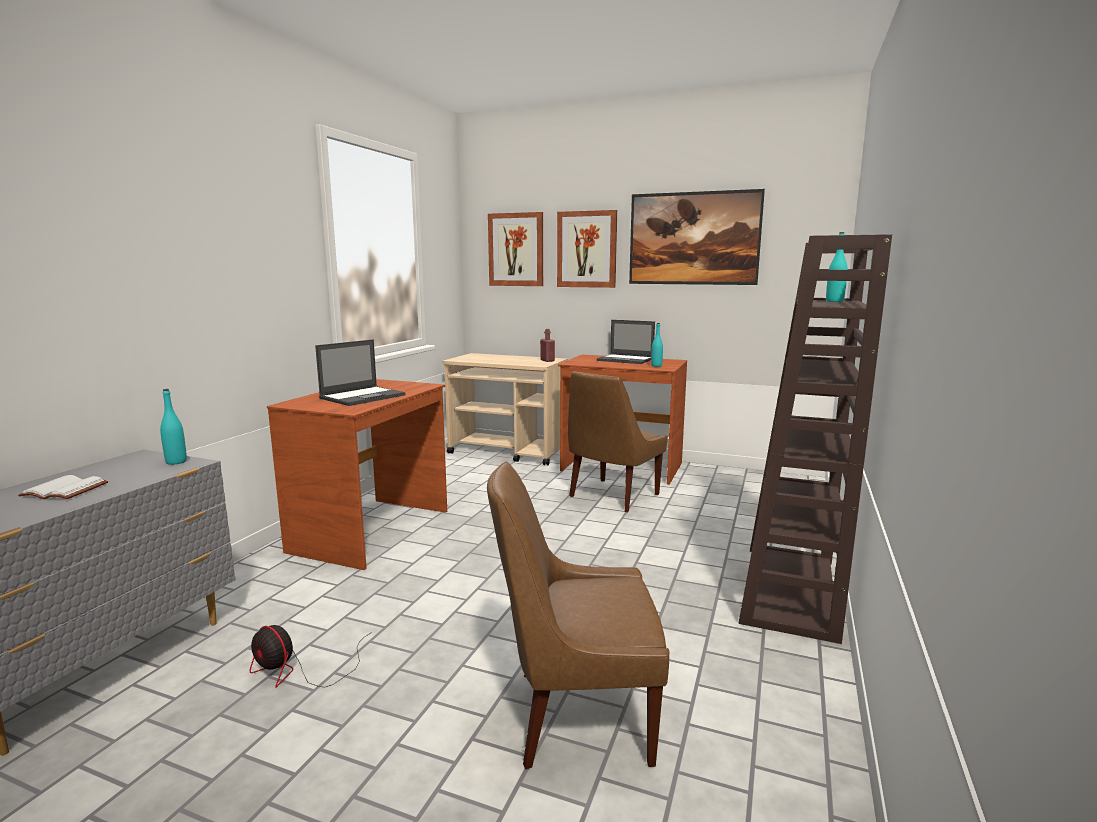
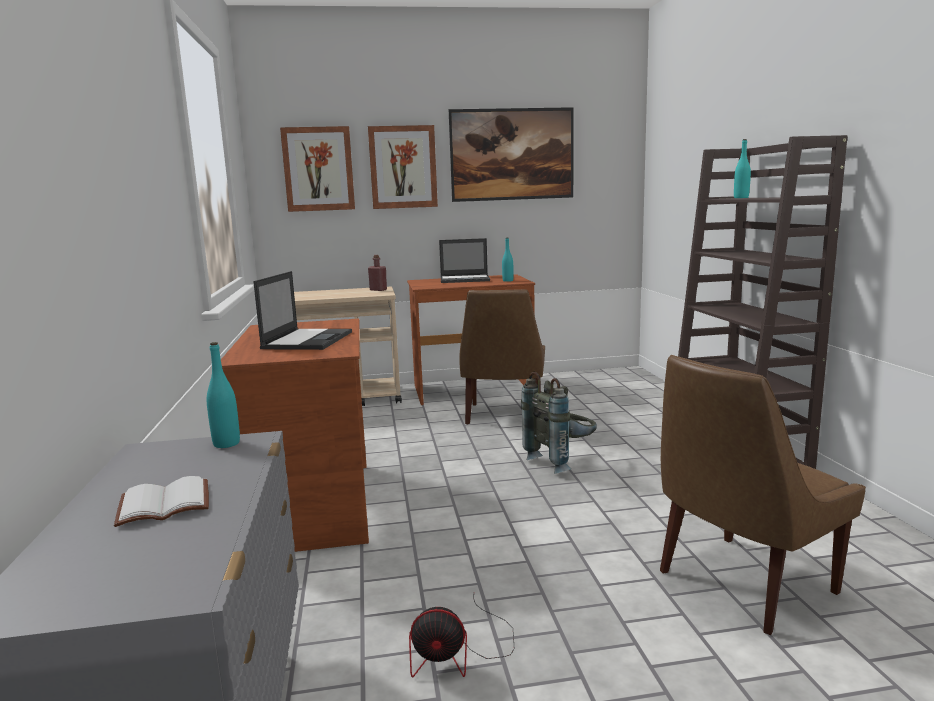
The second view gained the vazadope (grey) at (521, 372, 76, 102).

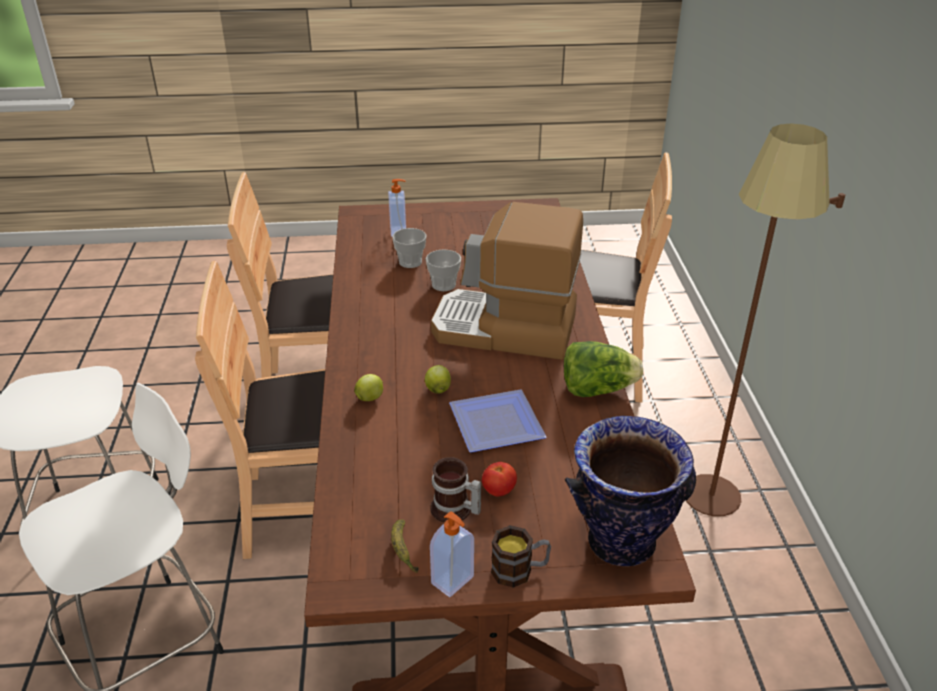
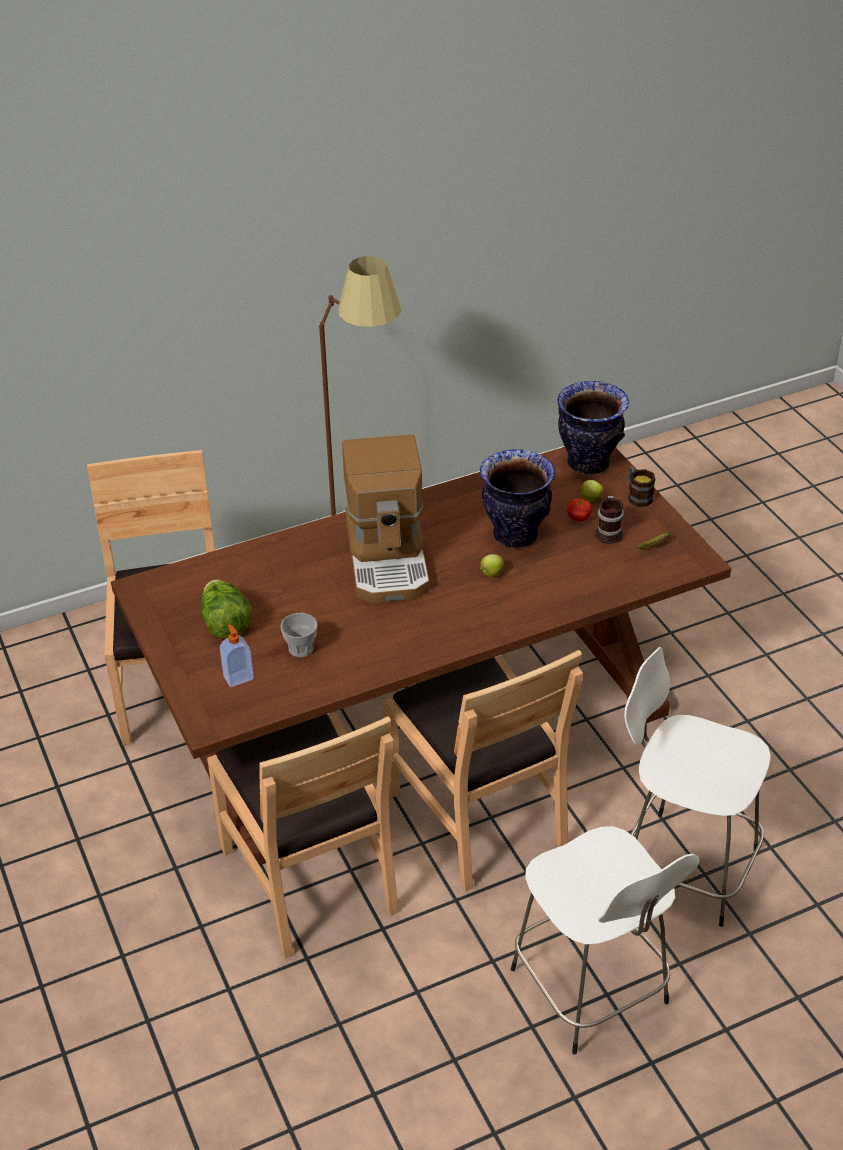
The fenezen ended up elsewhere, having gone from (564, 341, 79, 56) to (201, 580, 51, 59).
Where the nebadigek stood at (449, 389, 97, 64), the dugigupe came to stand at (480, 449, 75, 99).
The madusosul ended up elsewhere, having gone from (354, 374, 29, 27) to (581, 480, 23, 22).
The second view lost the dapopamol at (426, 249, 35, 42).
The second view lost the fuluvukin at (430, 511, 44, 86).

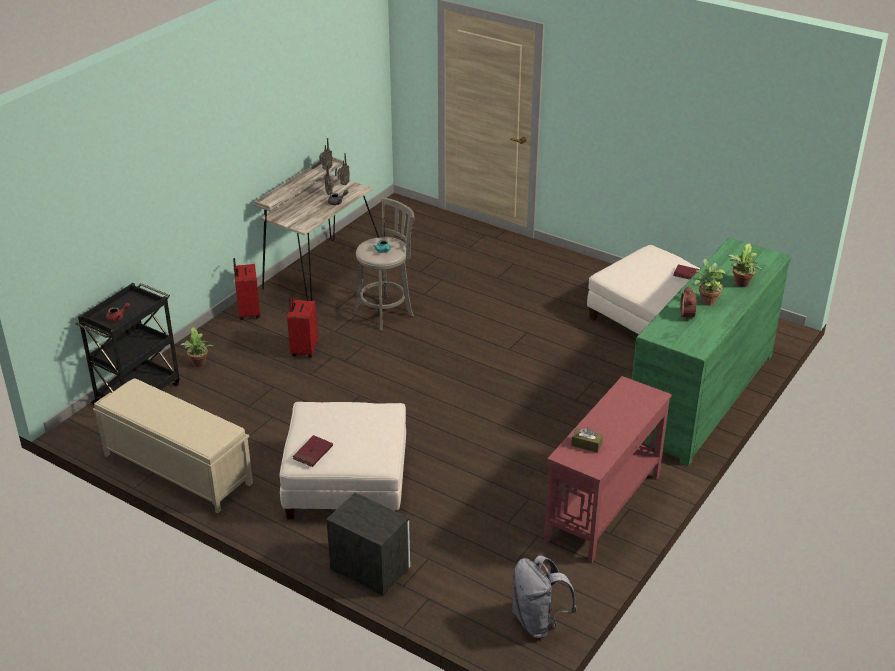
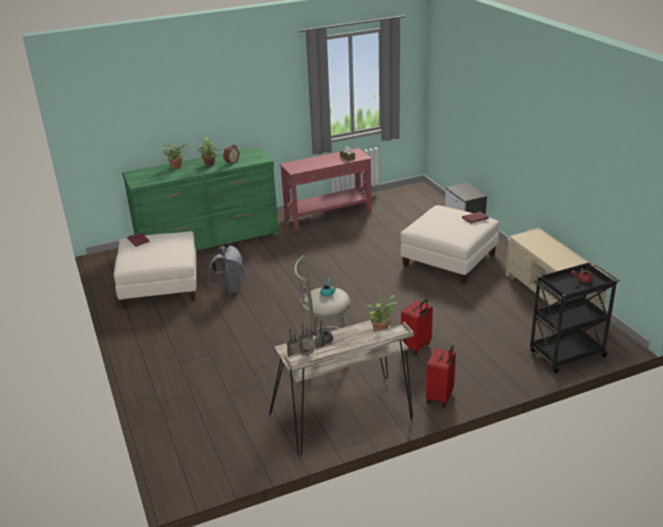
The vazadope (grey) ended up elsewhere, having gone from (512, 555, 65, 83) to (208, 246, 36, 49).
The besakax ended up elsewhere, having gone from (180, 327, 33, 40) to (366, 295, 32, 37).

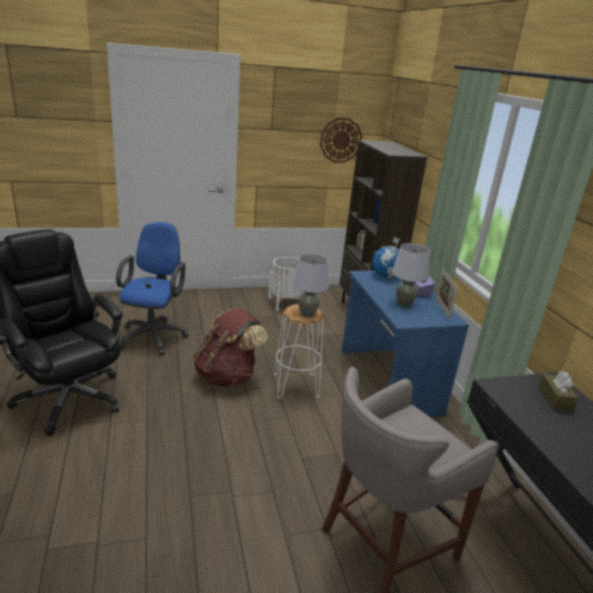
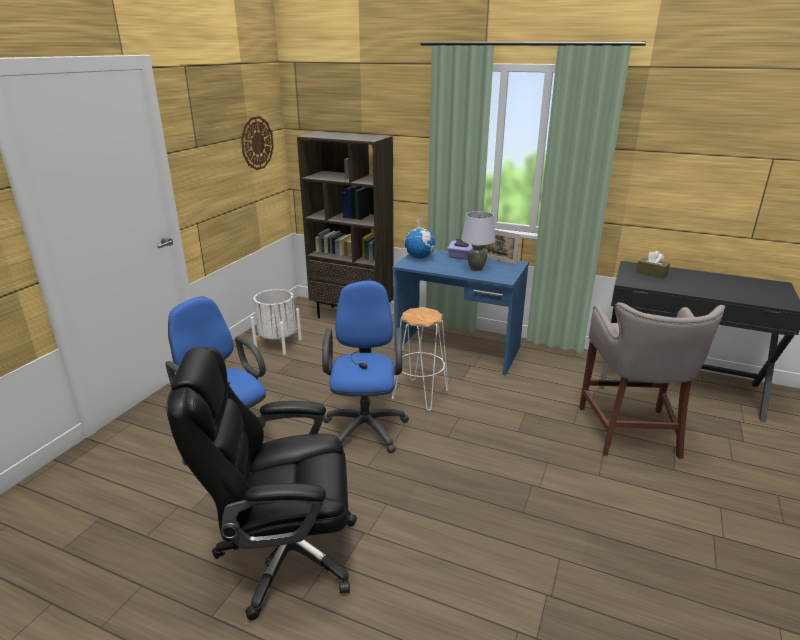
Where the vazadope (brown) stood at (193, 308, 75, 79), the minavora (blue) came to stand at (322, 280, 87, 173).
The second view lost the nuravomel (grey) at (293, 254, 36, 63).

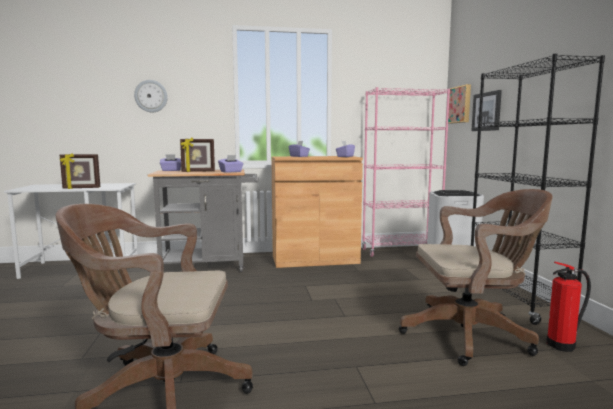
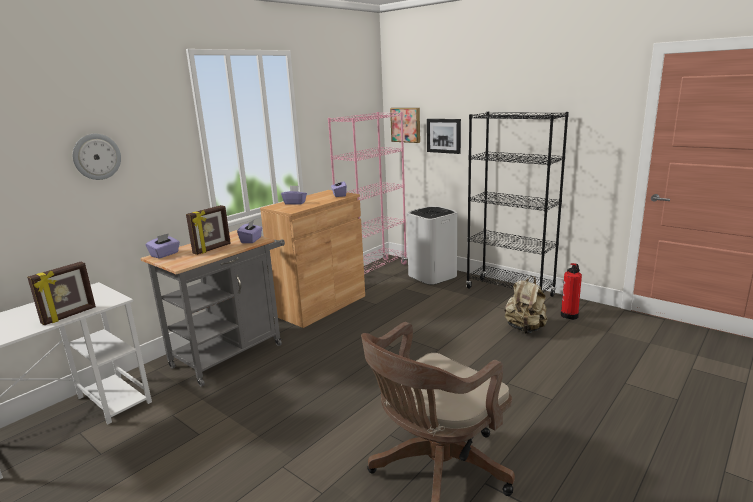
Where the minavora (brown) stood at (399, 189, 154, 177), the vazadope (beige) came to stand at (505, 276, 43, 58).

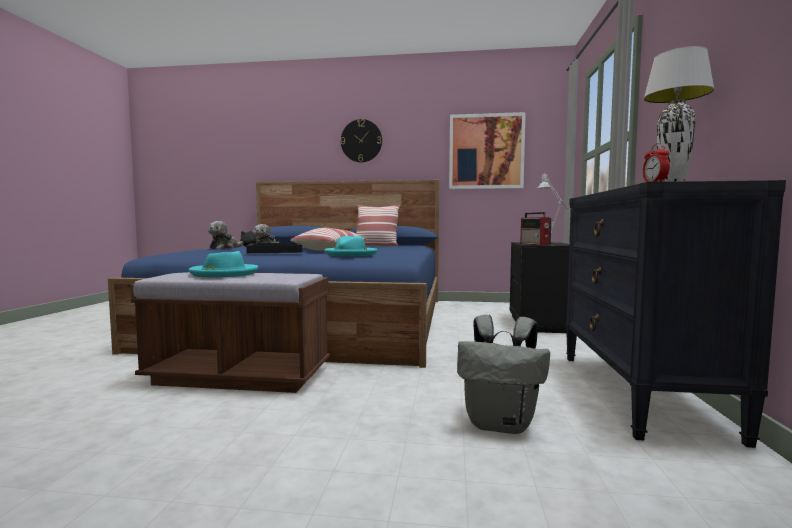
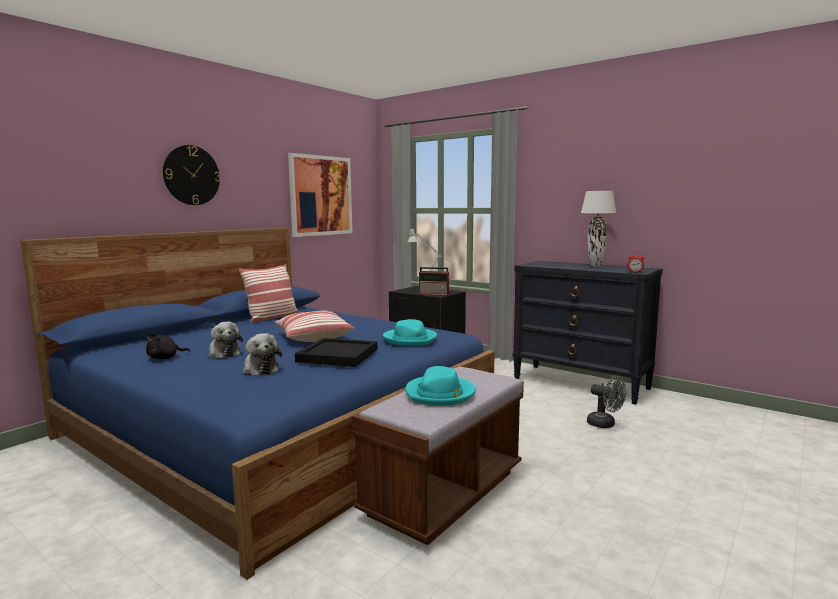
Where the vazadope (grey) stood at (457, 315, 93, 119), the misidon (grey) came to stand at (587, 377, 39, 51).

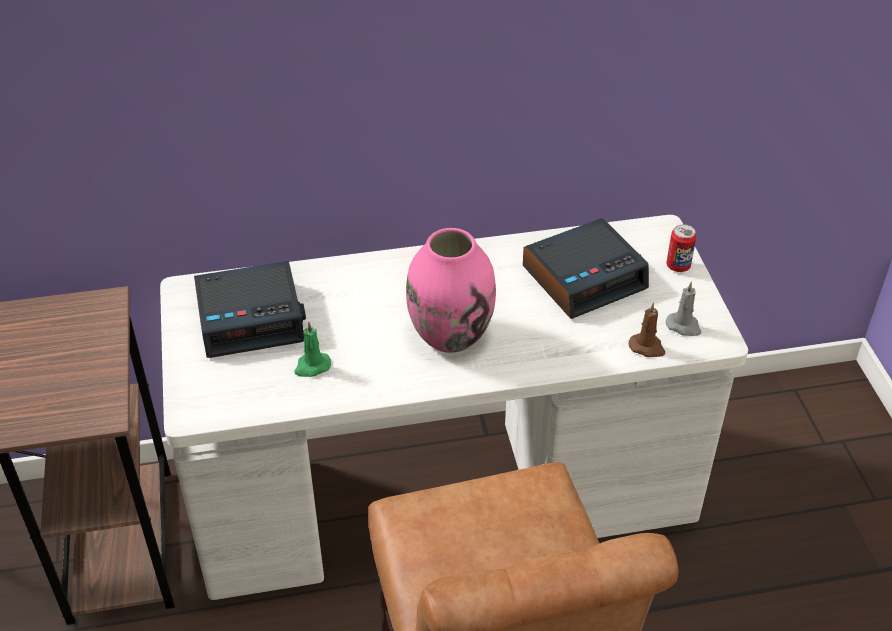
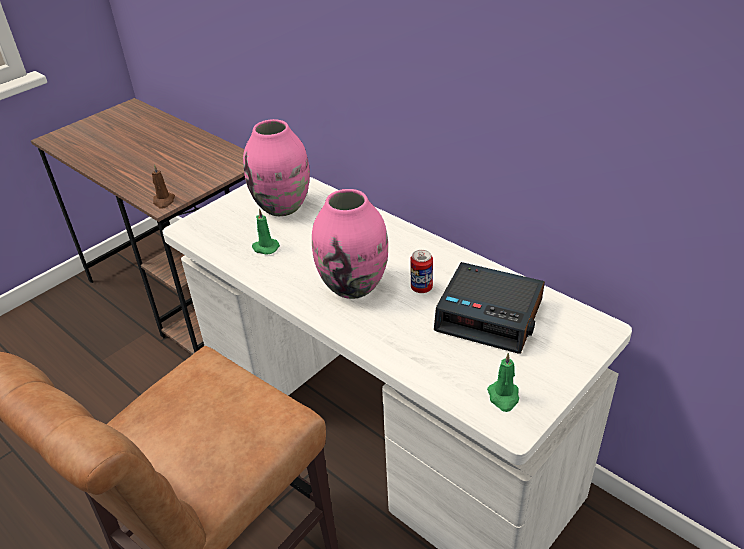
The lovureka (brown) ended up elsewhere, having gone from (629, 302, 36, 55) to (152, 164, 23, 45).
Where the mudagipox stood at (194, 261, 112, 97), the dugigupe (pink) came to stand at (243, 119, 67, 97).
The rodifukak ended up elsewhere, having gone from (666, 224, 31, 48) to (410, 250, 23, 43).
What was the lovureka (grey) at (666, 281, 35, 55) turned into the lovureka (green) at (487, 353, 32, 59).

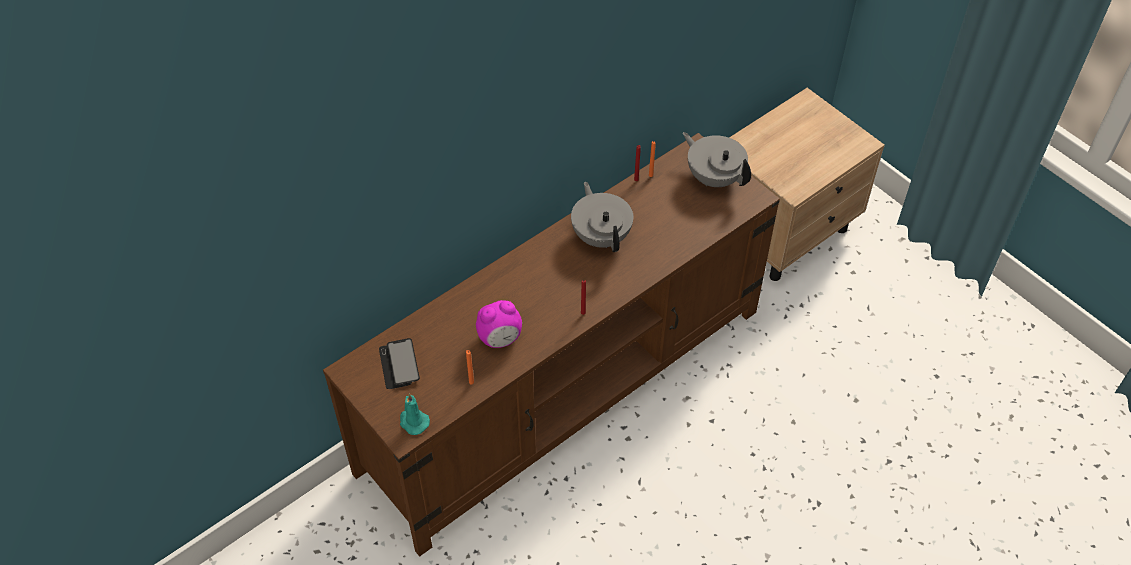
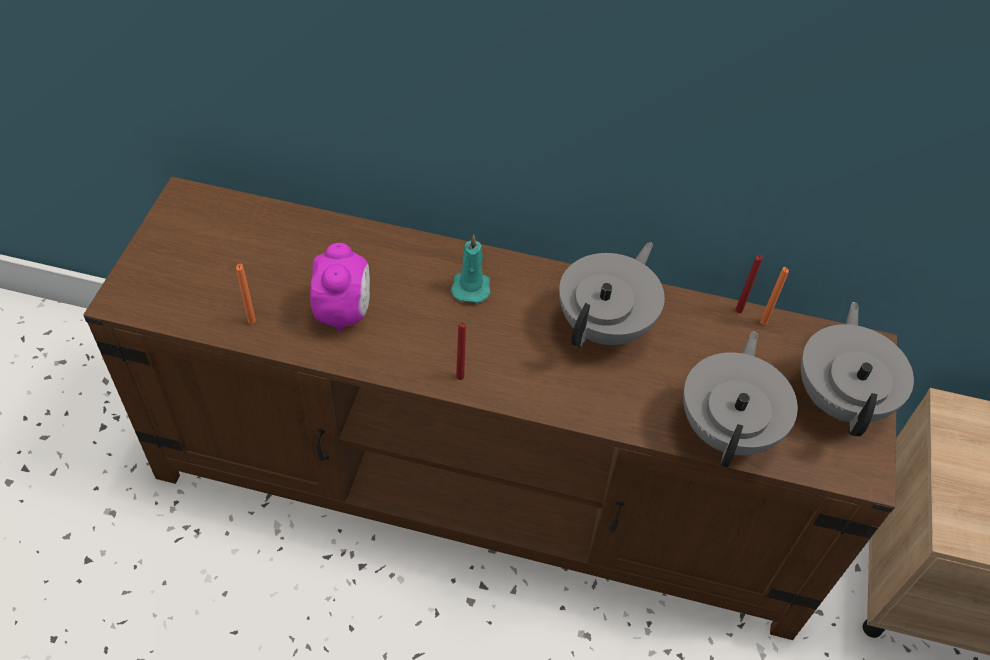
The mudagipox at (476, 300, 46, 48) ended up facing another way, 120 degrees counterclockwise from before.
The lovureka (turquoise) ended up elsewhere, having gone from (400, 394, 30, 41) to (451, 235, 39, 68).
The second view gained the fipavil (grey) at (683, 331, 115, 137).
The second view lost the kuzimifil at (379, 338, 41, 51).

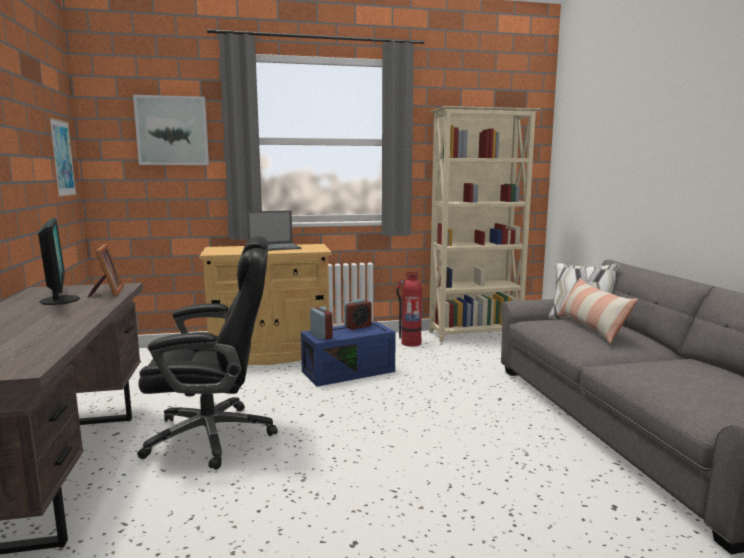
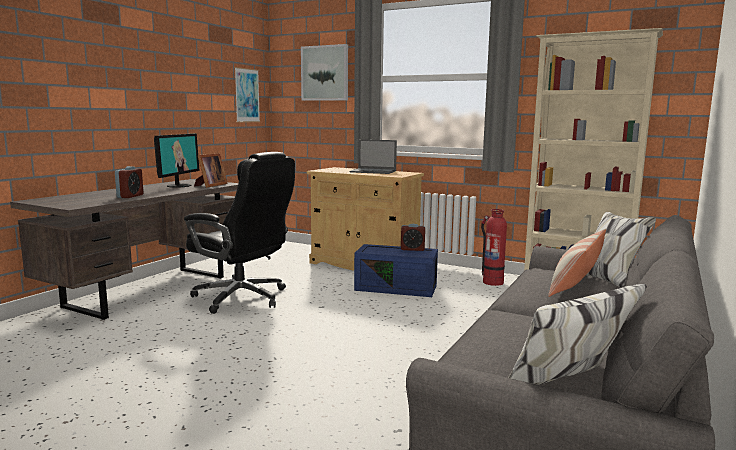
The mudagipox ended up elsewhere, having gone from (310, 307, 23, 33) to (115, 166, 28, 32).

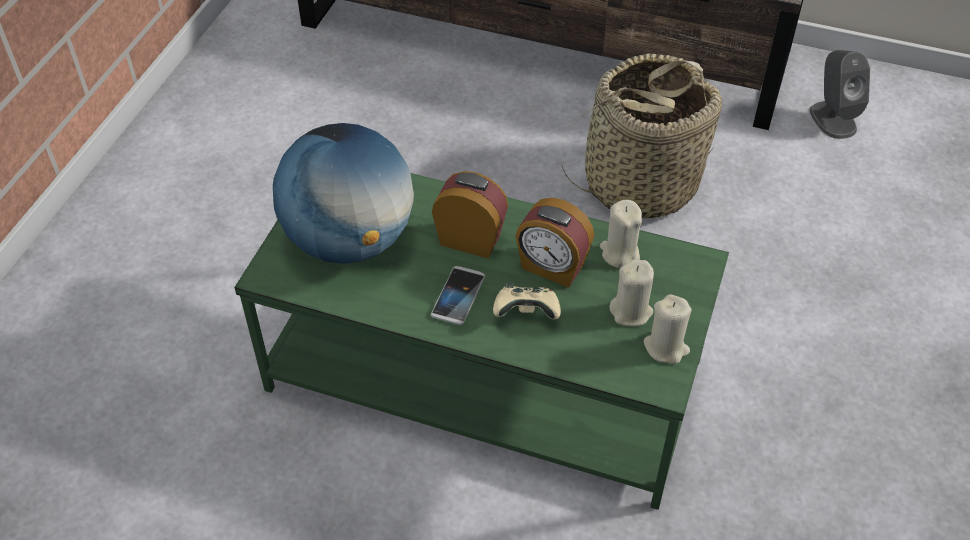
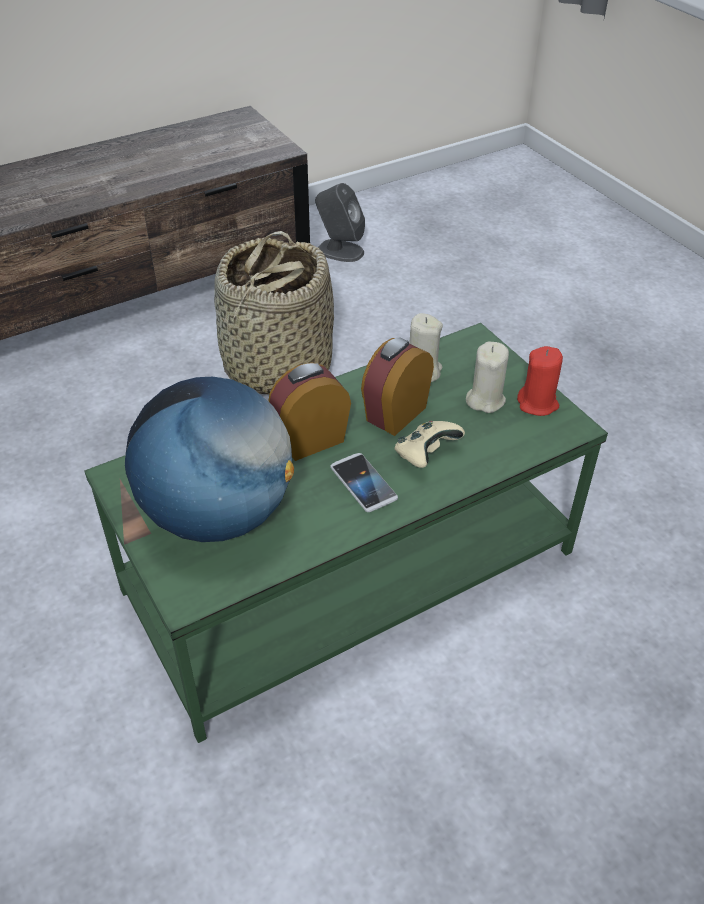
The mudagipox at (515, 198, 79, 90) ended up facing another way, 150 degrees clockwise from before.
What was the lovureka (beige) at (644, 294, 47, 70) turned into the lovureka (red) at (517, 346, 46, 70).

